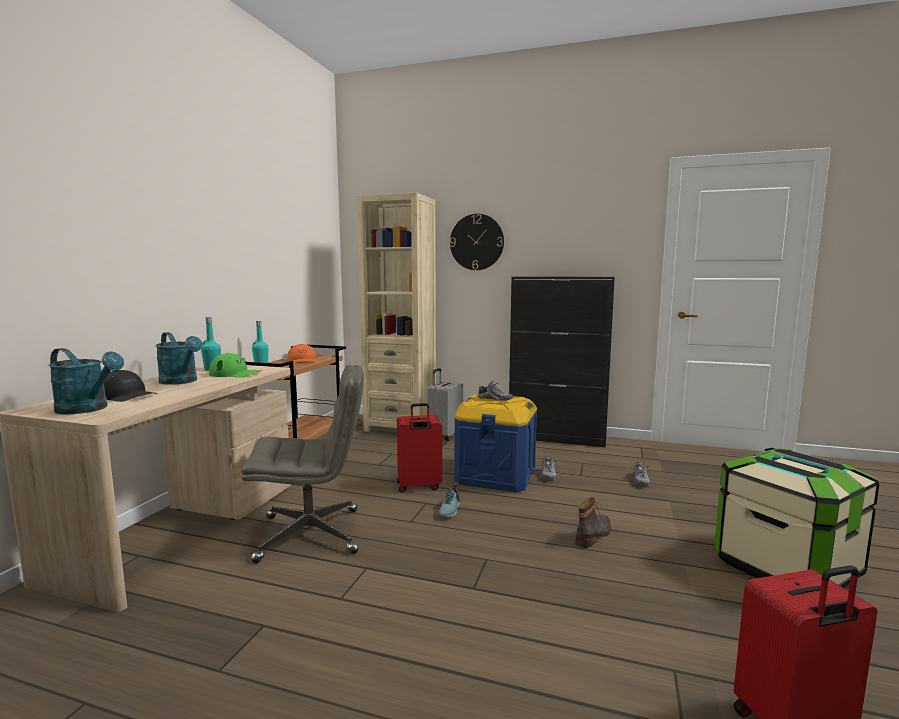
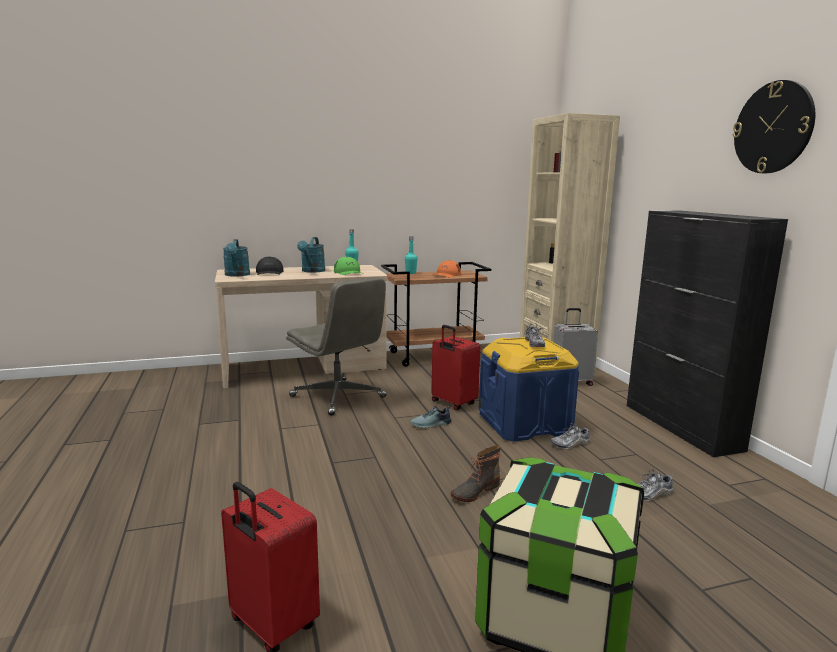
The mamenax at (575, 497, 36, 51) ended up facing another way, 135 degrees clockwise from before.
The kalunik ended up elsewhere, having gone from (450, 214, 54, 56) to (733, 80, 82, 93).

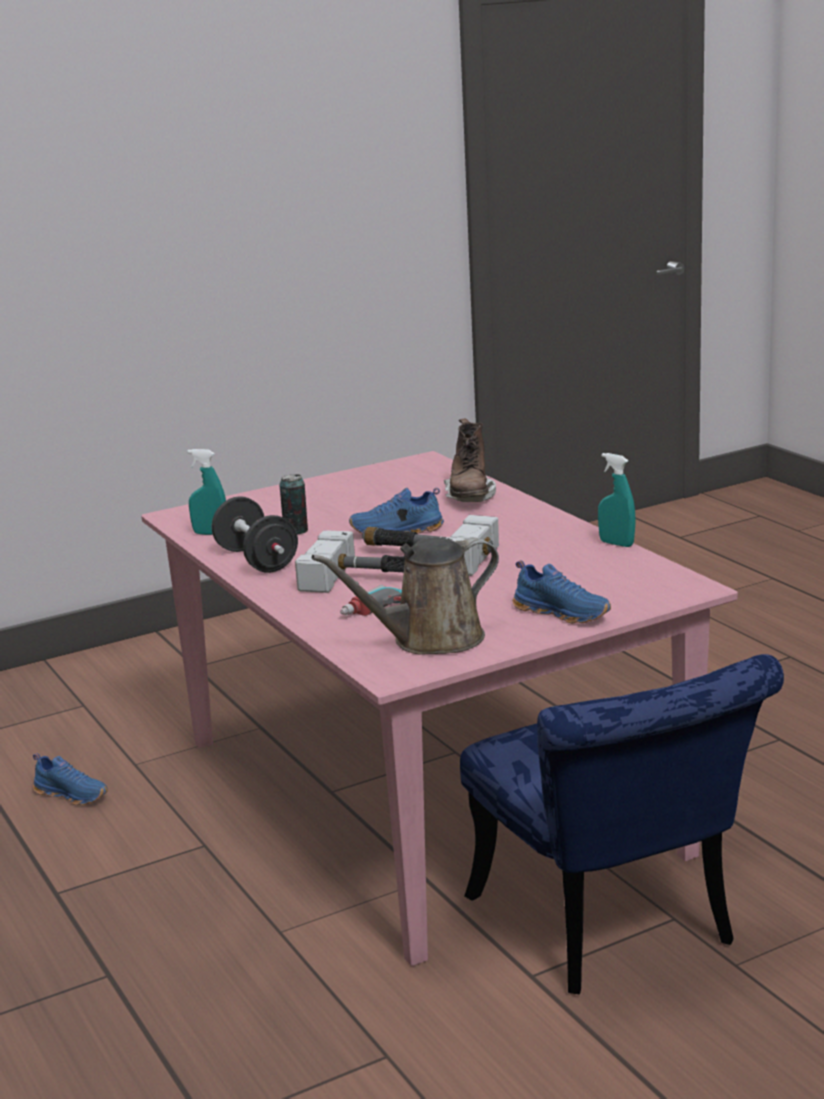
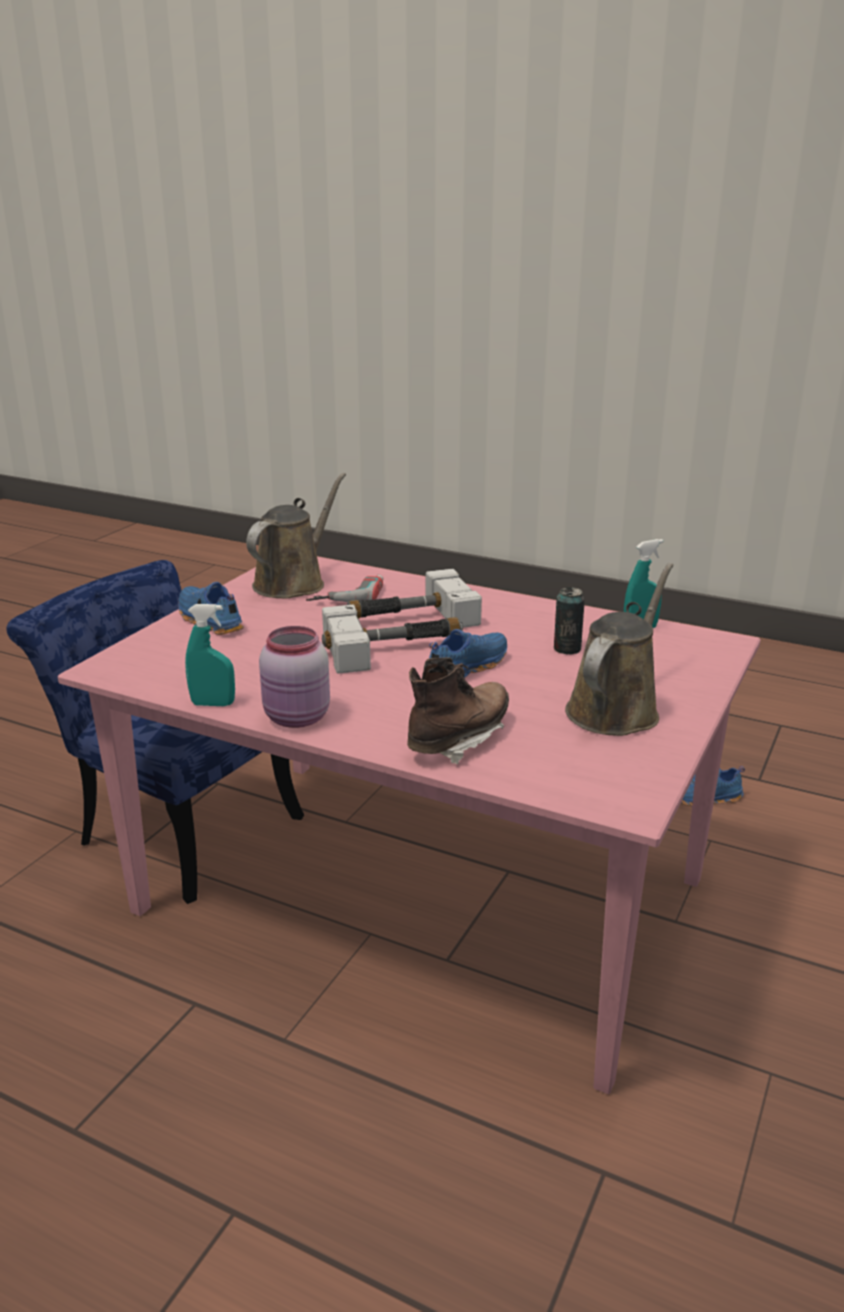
The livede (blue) at (513, 560, 98, 63) ended up facing another way, 45 degrees clockwise from before.
The second view gained the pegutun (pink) at (259, 626, 71, 102).
The mamenax (brown) at (444, 418, 52, 84) ended up facing another way, 75 degrees clockwise from before.
The second view gained the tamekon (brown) at (565, 563, 108, 173).
The second view lost the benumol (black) at (212, 496, 86, 77).

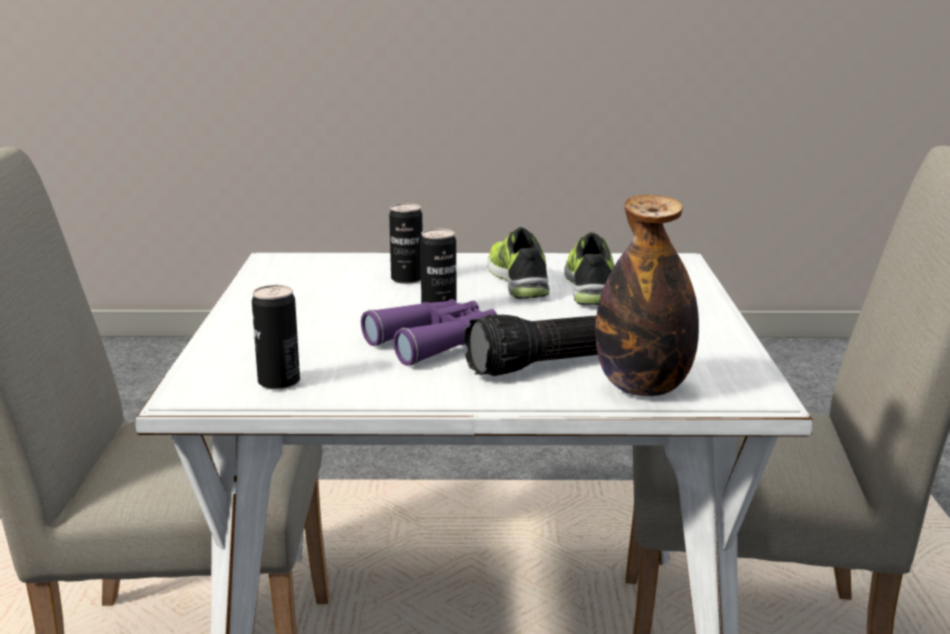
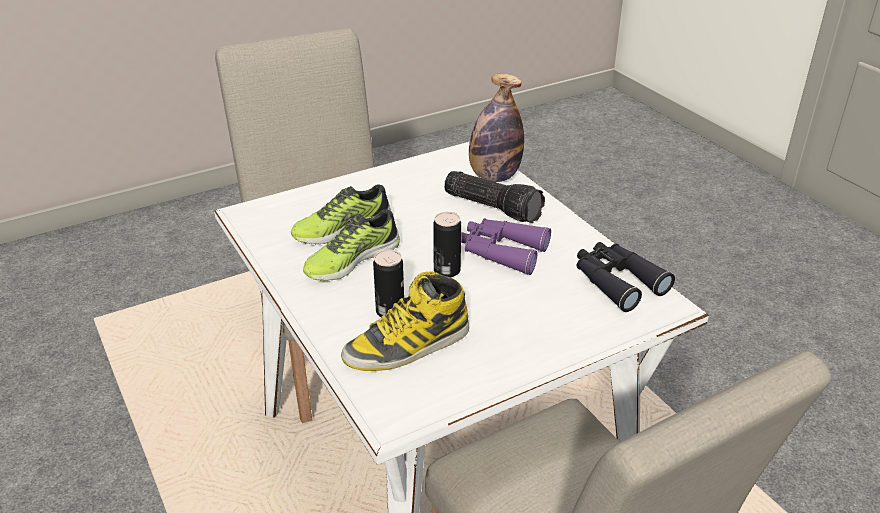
The second view gained the mamenax at (341, 271, 128, 100).
Where the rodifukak stood at (252, 285, 48, 105), the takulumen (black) came to stand at (577, 242, 98, 70).

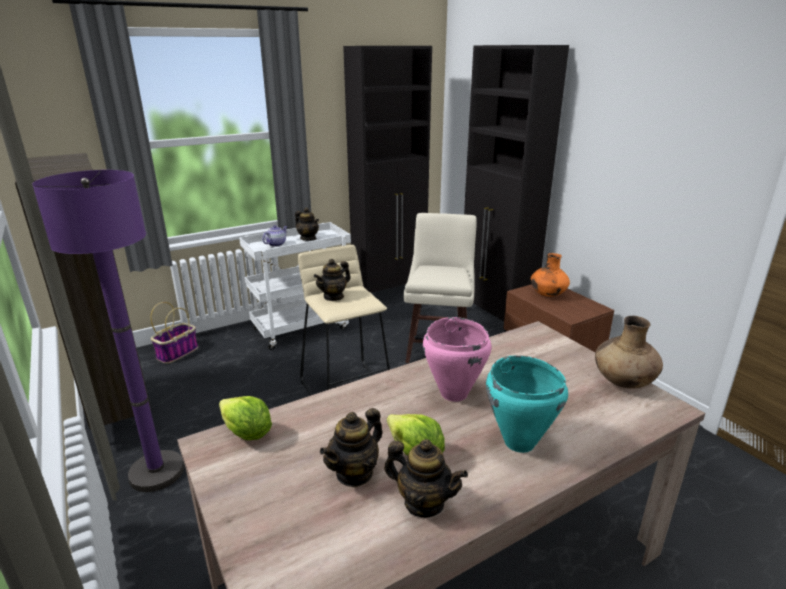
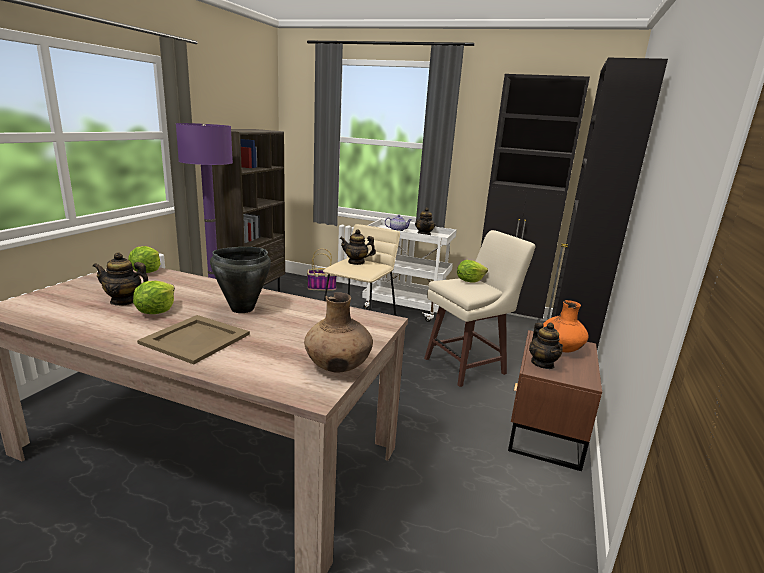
Where the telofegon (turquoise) stood at (486, 355, 82, 98), the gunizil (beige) came to stand at (137, 315, 113, 49).
What was the telofegon (pink) at (423, 317, 69, 85) turned into the telofegon (black) at (210, 247, 61, 66).
The second view gained the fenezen at (457, 260, 31, 23).
The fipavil ended up elsewhere, having gone from (384, 439, 84, 79) to (529, 323, 34, 46).

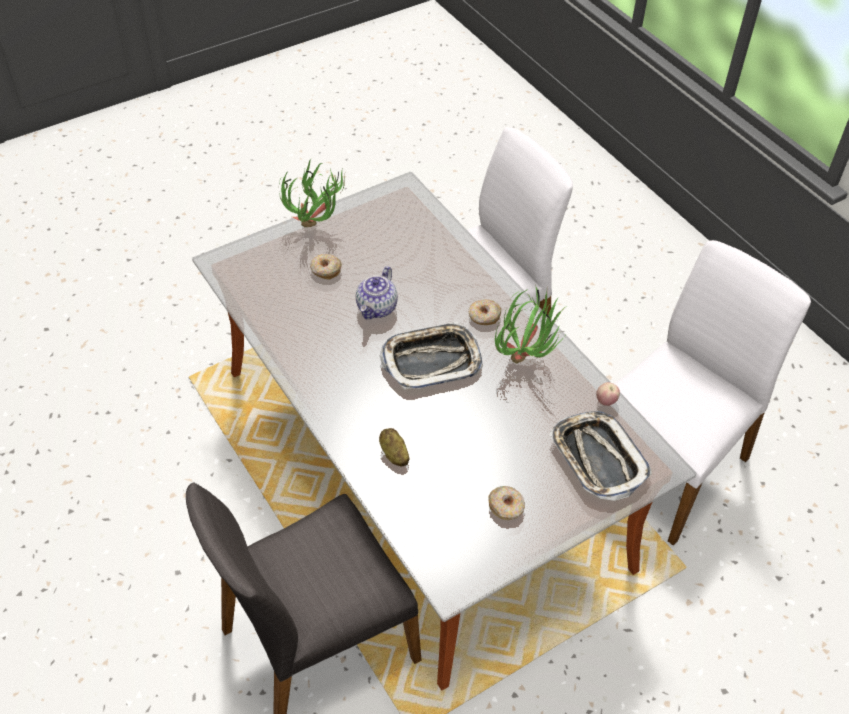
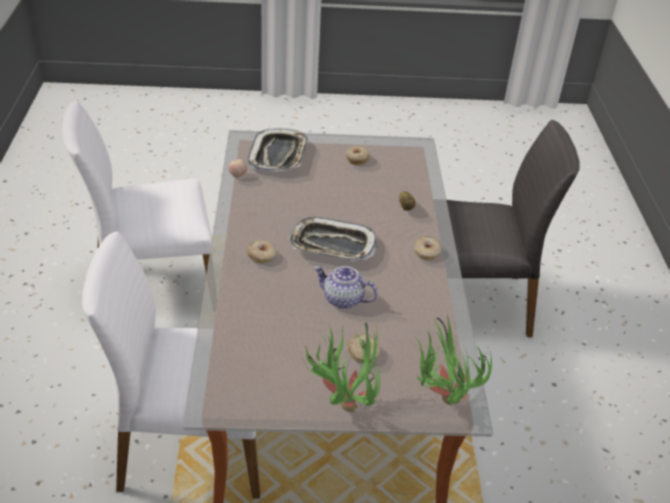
The fipavil at (356, 266, 42, 53) ended up facing another way, 120 degrees counterclockwise from before.
The second view gained the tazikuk at (414, 236, 27, 24).
The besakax ended up elsewhere, having gone from (495, 287, 70, 76) to (416, 315, 76, 90).

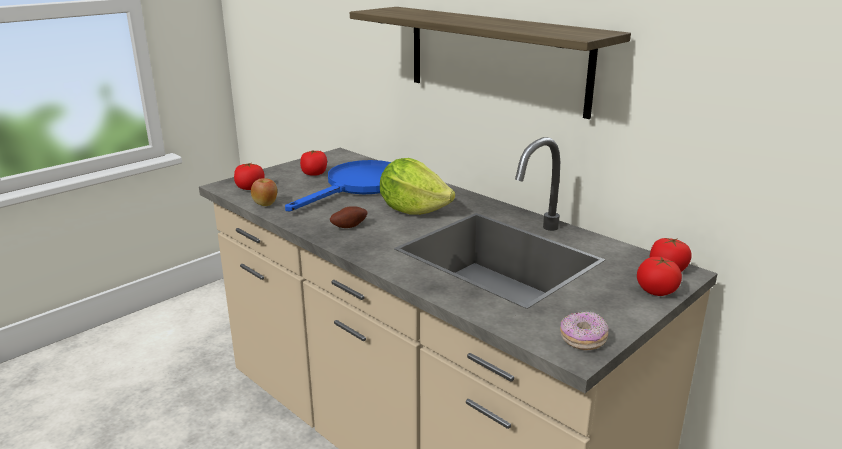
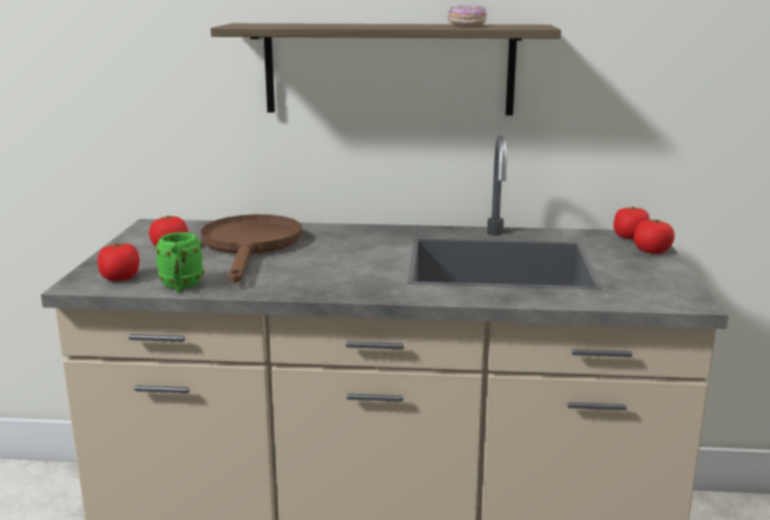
Where the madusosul stood at (251, 178, 26, 28), the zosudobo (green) came to stand at (155, 232, 49, 60).
What was the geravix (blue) at (285, 160, 106, 51) turned into the geravix (brown) at (201, 214, 101, 69).
The tazikuk ended up elsewhere, having gone from (560, 312, 48, 38) to (448, 5, 39, 21).
The second view lost the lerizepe at (330, 206, 38, 22).
The second view lost the fenezen at (380, 158, 75, 57).

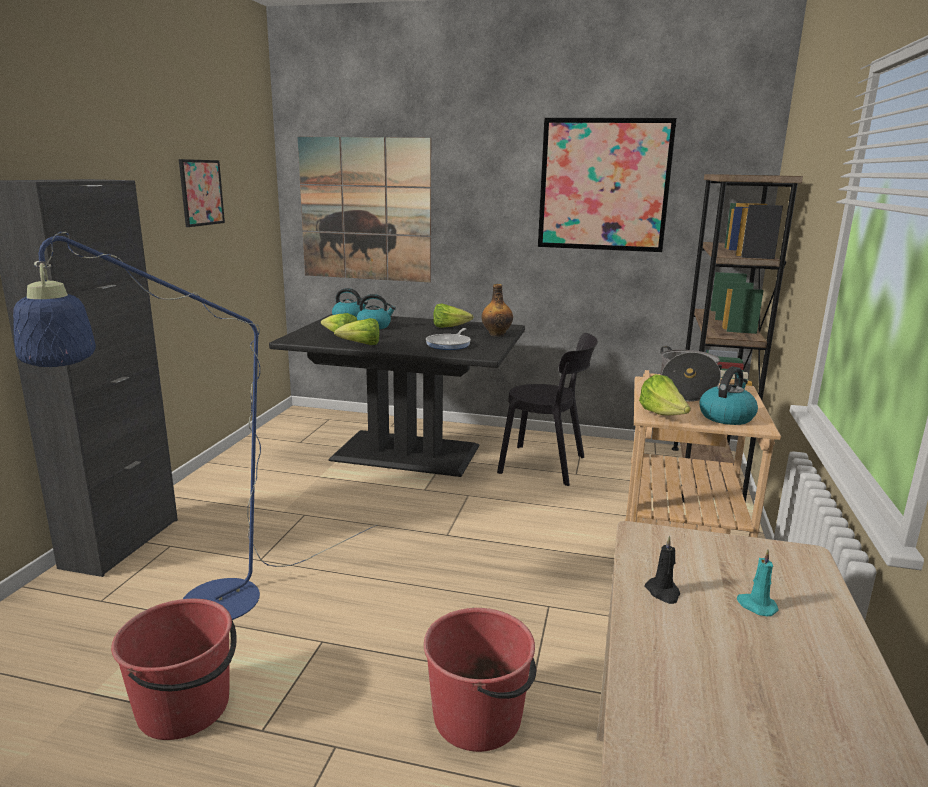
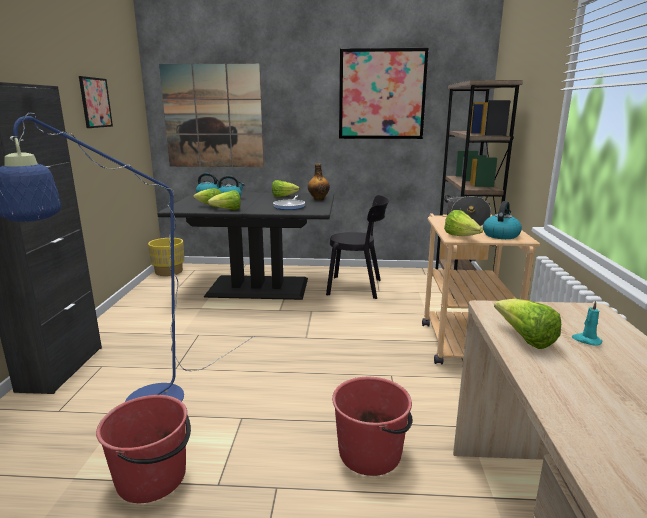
The second view gained the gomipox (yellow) at (148, 238, 36, 38).
Where the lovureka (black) stood at (645, 536, 35, 68), the fenezen came to stand at (494, 299, 67, 50).

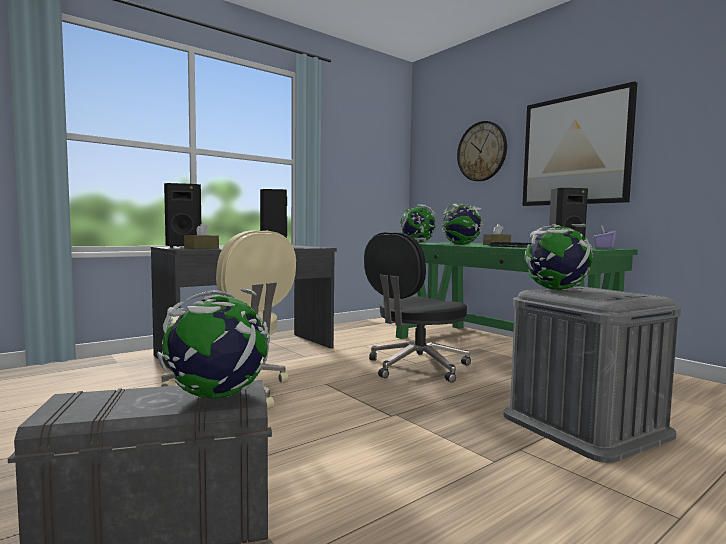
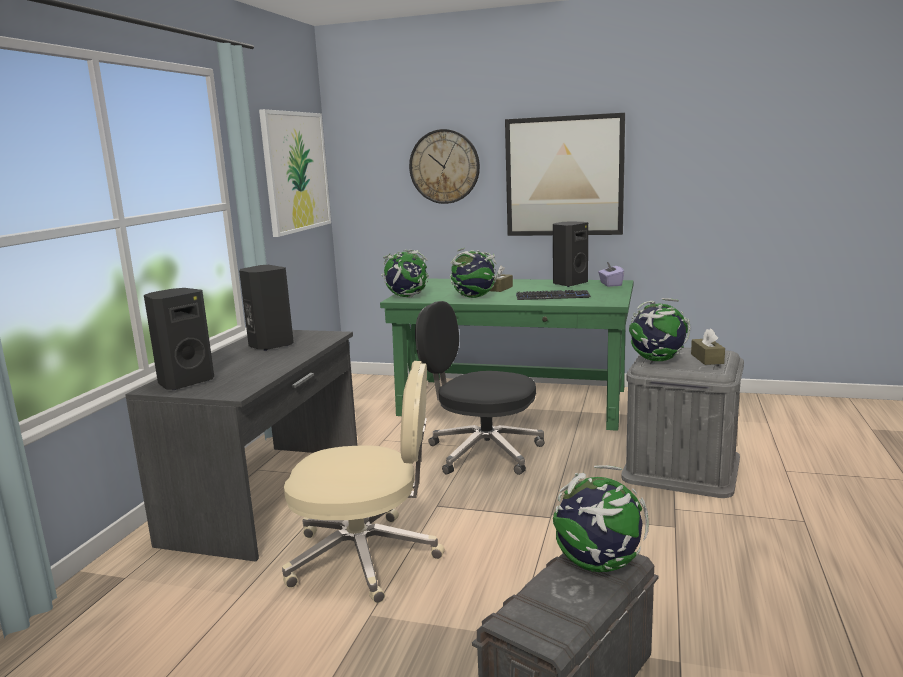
The second view gained the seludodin at (259, 109, 72, 128).
The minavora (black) at (364, 232, 107, 151) ended up facing another way, 105 degrees clockwise from before.
The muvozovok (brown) ended up elsewhere, having gone from (184, 223, 35, 26) to (691, 328, 34, 37).

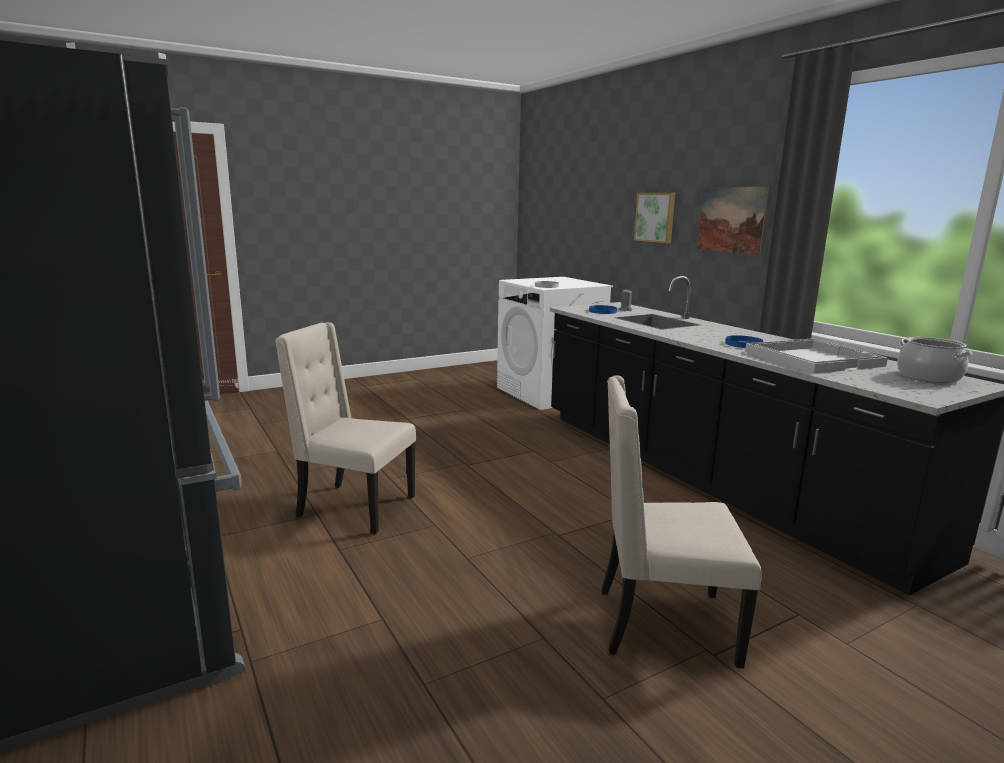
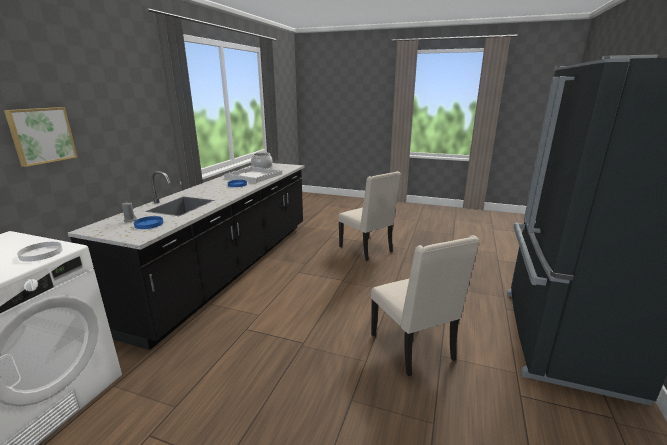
The second view lost the seludodin at (698, 187, 71, 68).

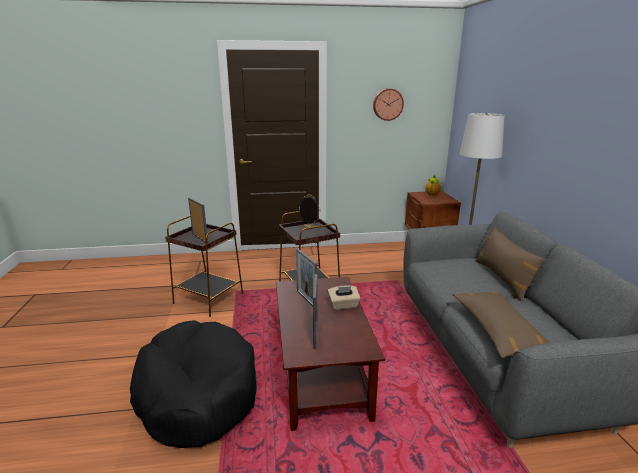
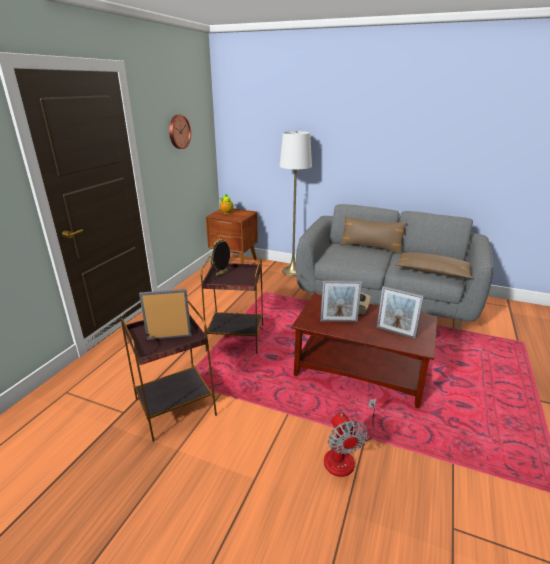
Where the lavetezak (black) stood at (130, 320, 127, 128), the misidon came to stand at (324, 399, 52, 78).

